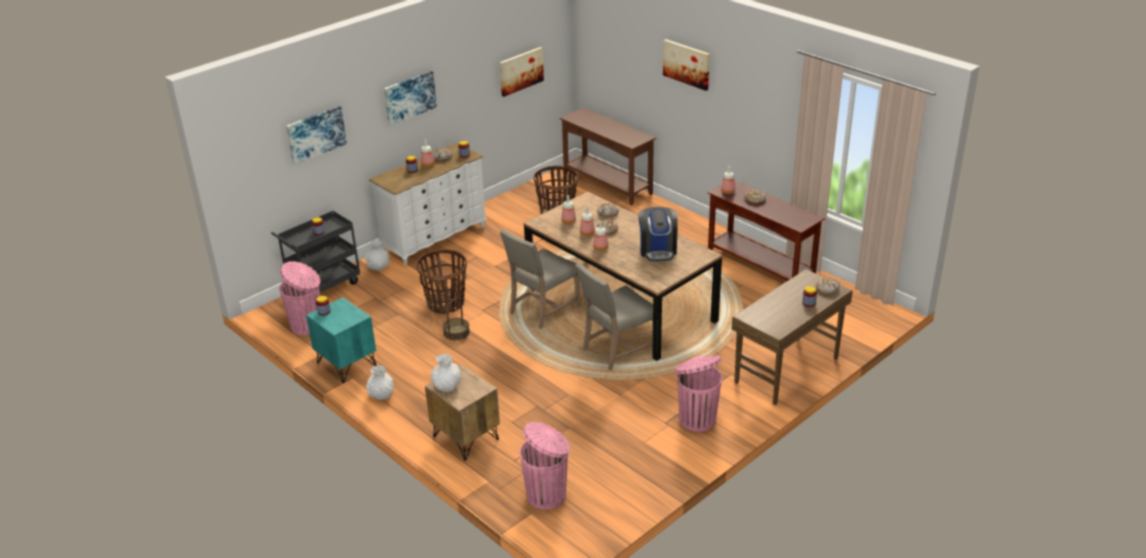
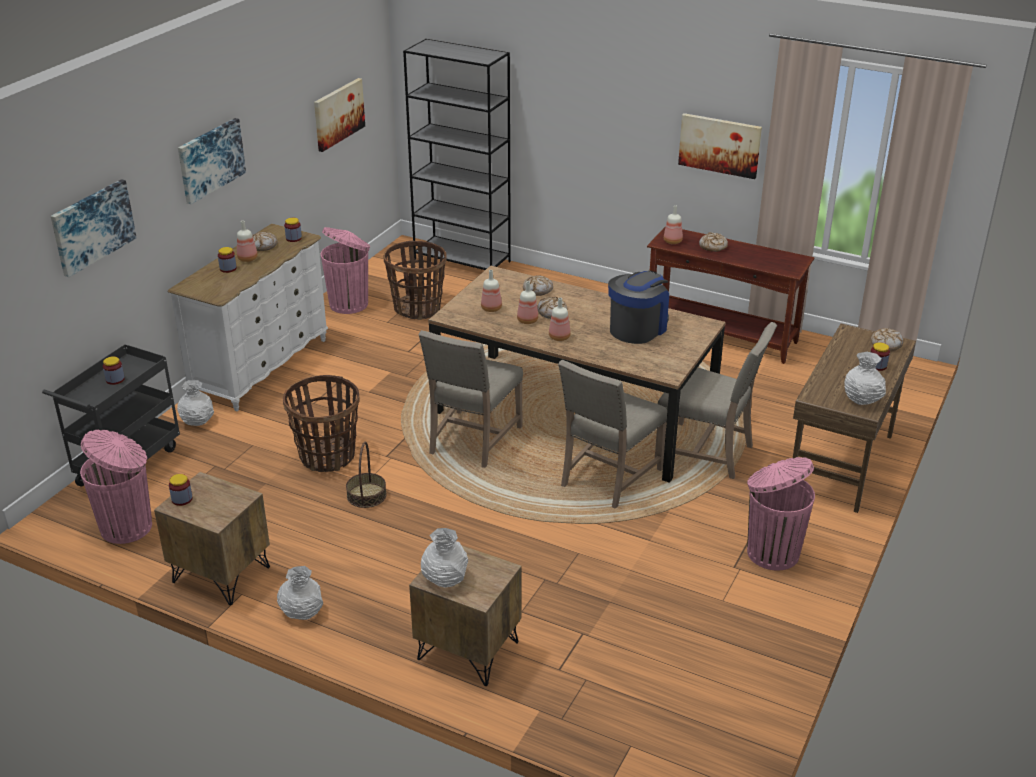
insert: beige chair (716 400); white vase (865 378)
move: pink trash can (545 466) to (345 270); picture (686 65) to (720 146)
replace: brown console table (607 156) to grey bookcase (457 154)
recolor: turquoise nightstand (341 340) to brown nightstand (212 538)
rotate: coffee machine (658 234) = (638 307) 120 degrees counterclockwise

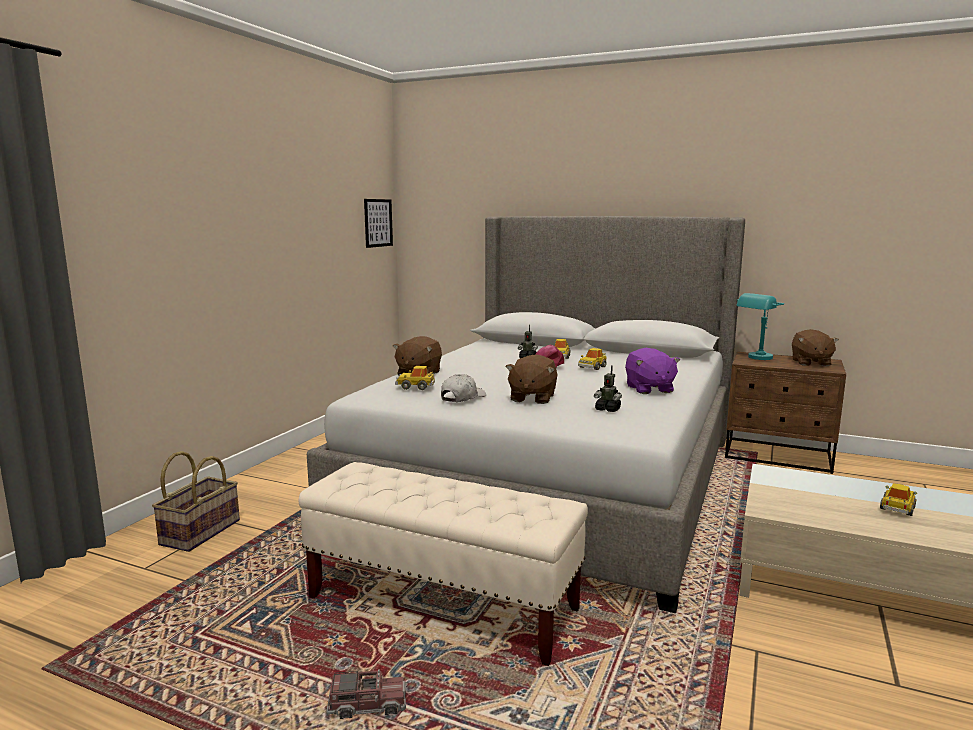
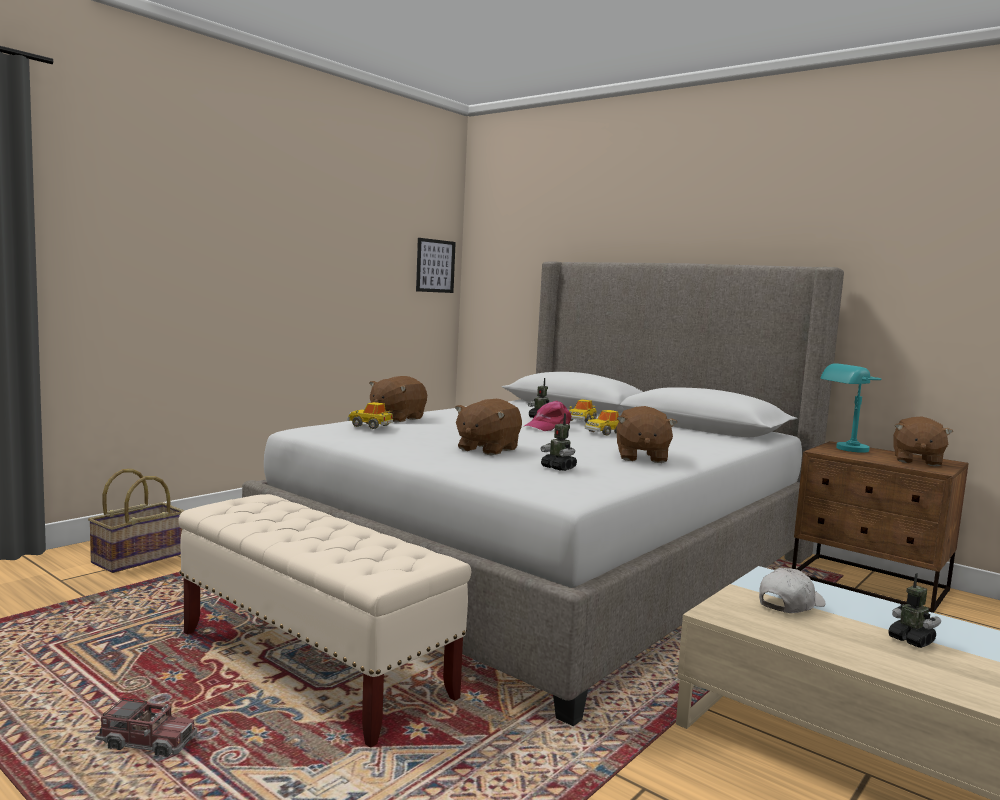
move: white cap (463 388) to (792 590)
replace: toy car (898 499) to toy robot (914 610)
recolor: purple plush toy (652 371) to brown plush toy (647 434)

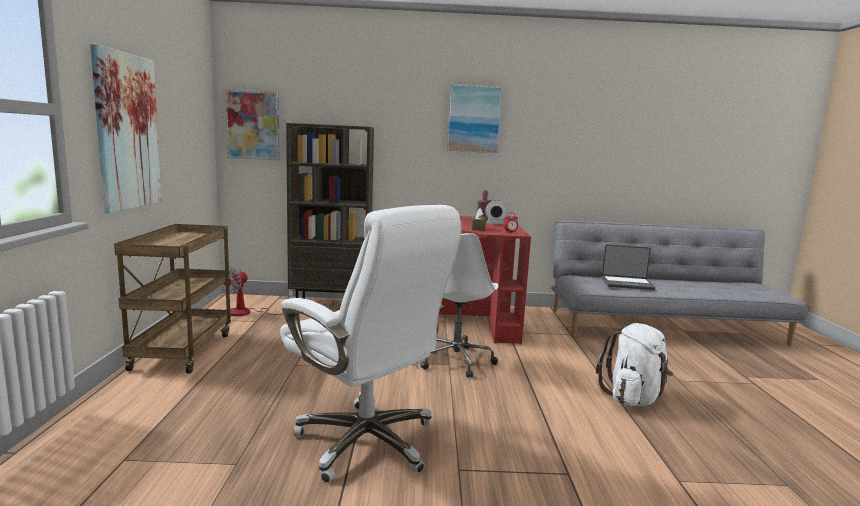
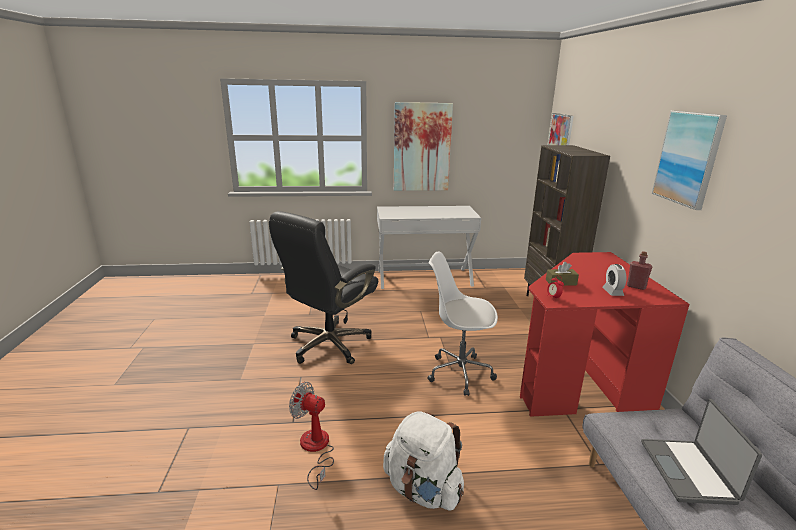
move: fan (257 291) to (311 436)
replace: brown cart (172 299) to white console table (429 247)
recolor: white office chair (371 344) to black office chair (323 287)

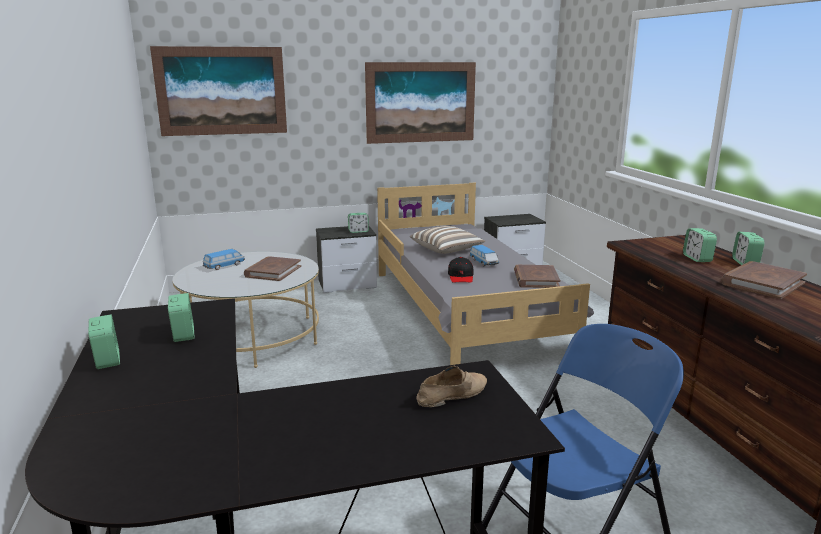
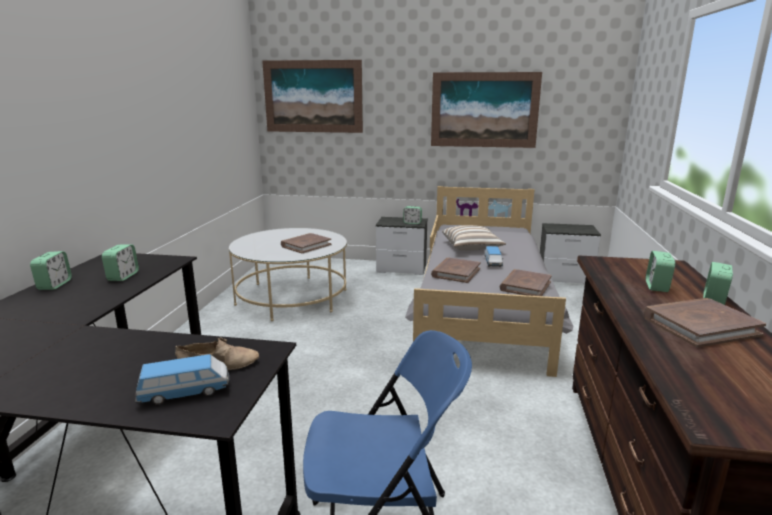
move: toy car (224 259) to (182 379)
replace: black cap (461 270) to brown book (456 270)

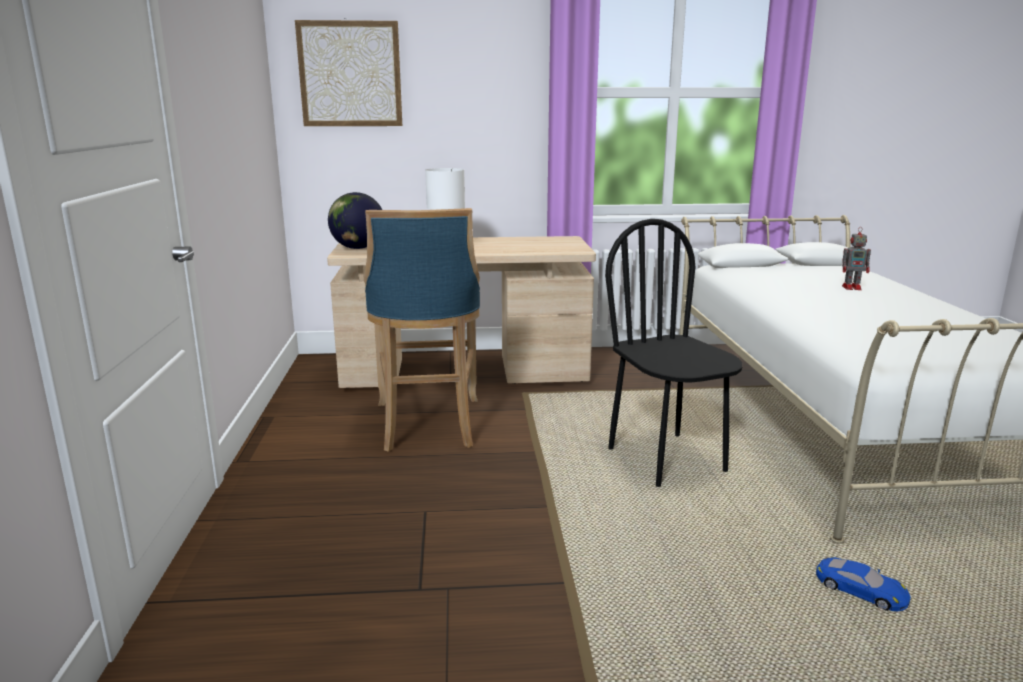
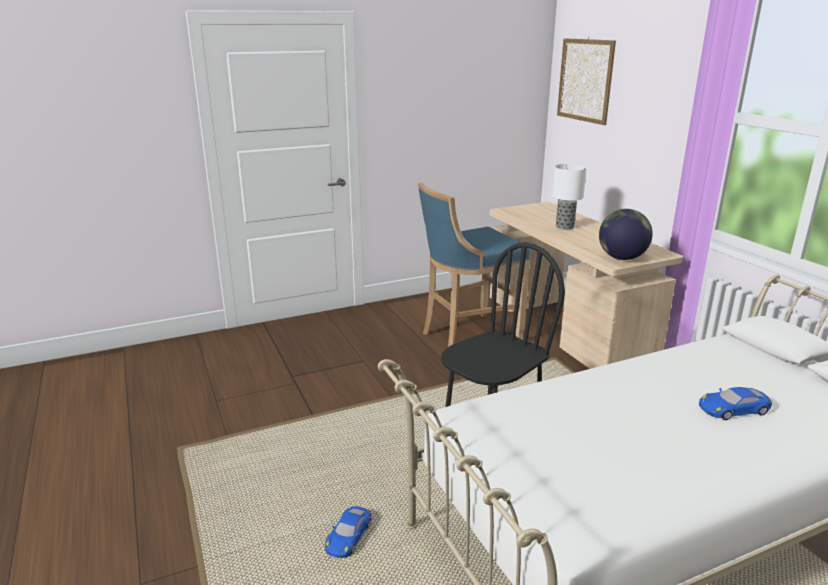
move: globe (355 220) to (626 234)
replace: toy robot (856 258) to blue toy car (735 403)

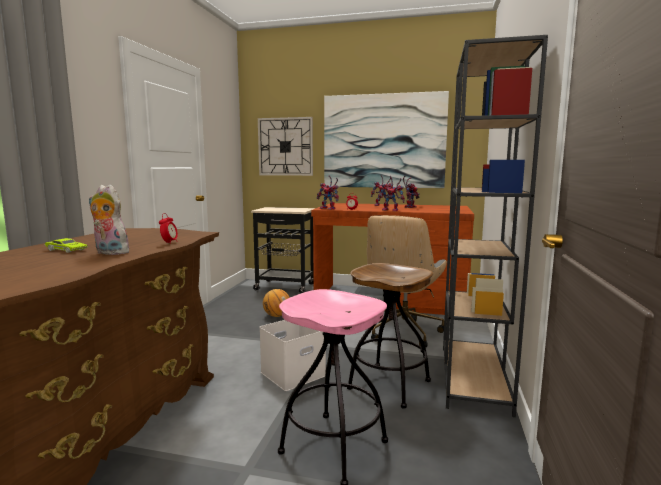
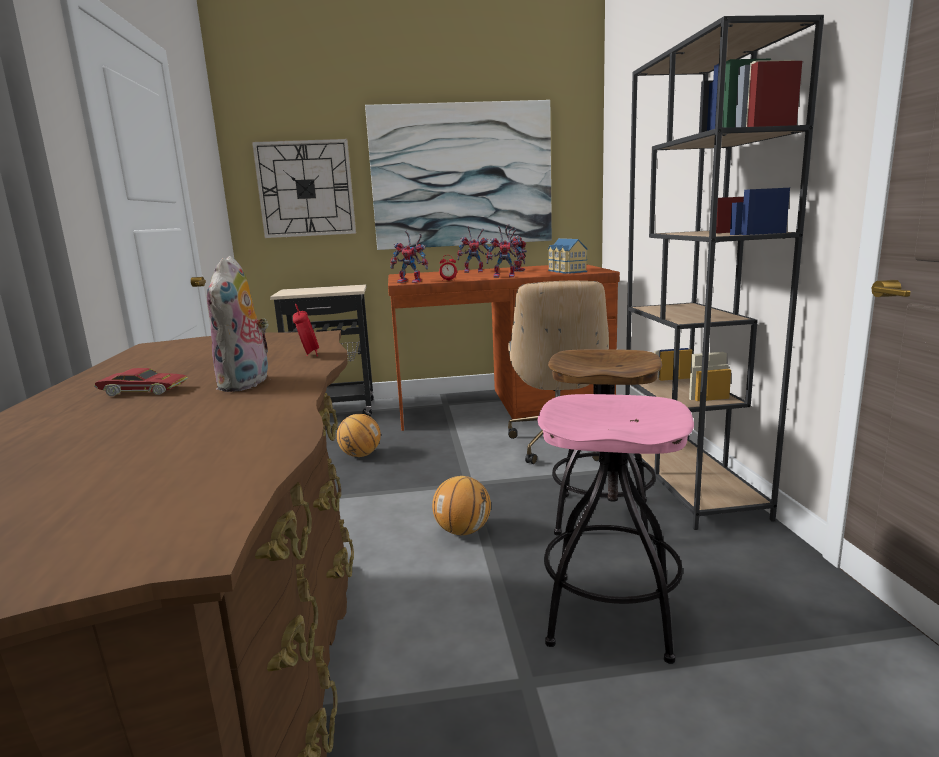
insert: toy house (568 256)
replace: white storage box (292 355) to basketball (461 505)
recolor: green toy car (66 245) to red toy car (141 382)
rotate: plush toy (110 219) = (238 324) 90 degrees counterclockwise

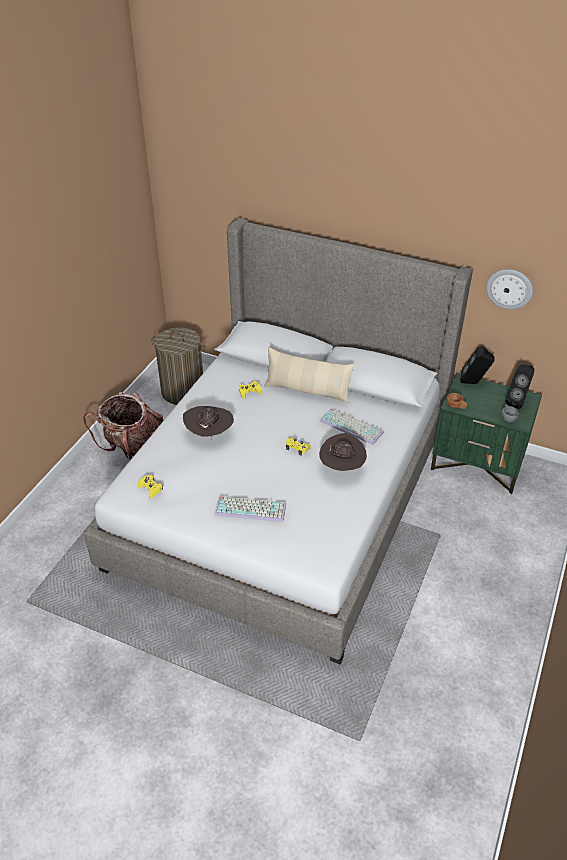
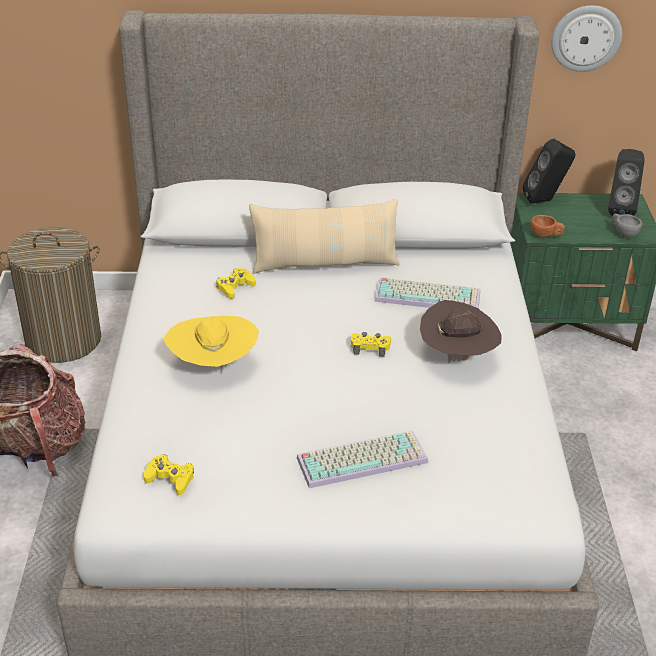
recolor: brown hat (208 422) to yellow hat (211 344)

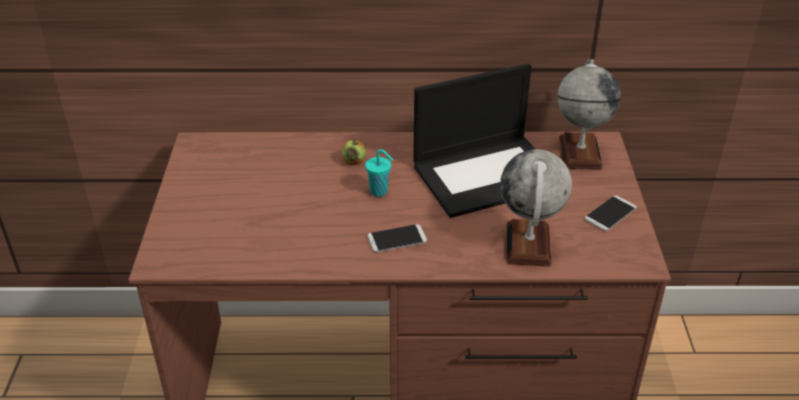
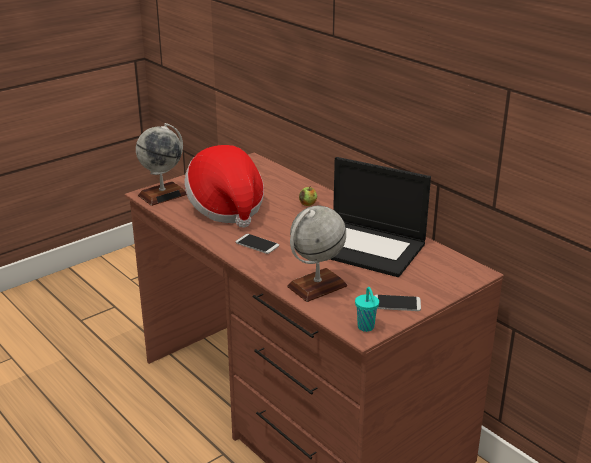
insert: hat (224 186)
move: turquoise cup (379 173) to (367 309); globe (589 114) to (161 164)

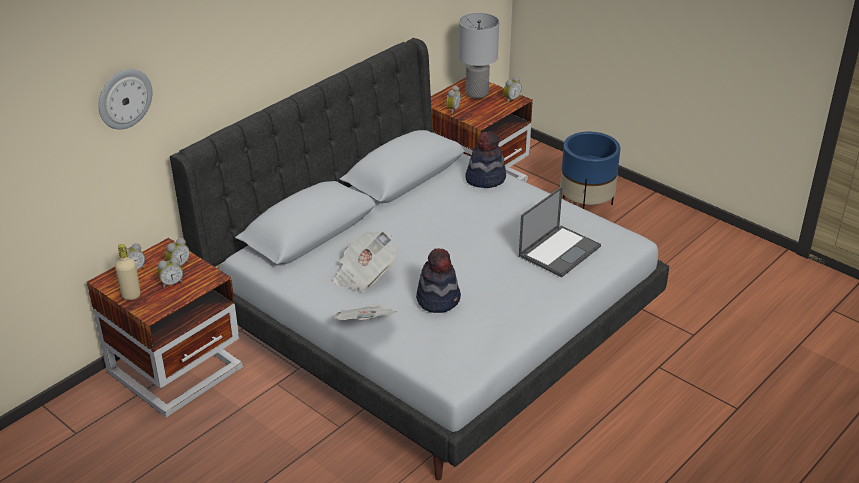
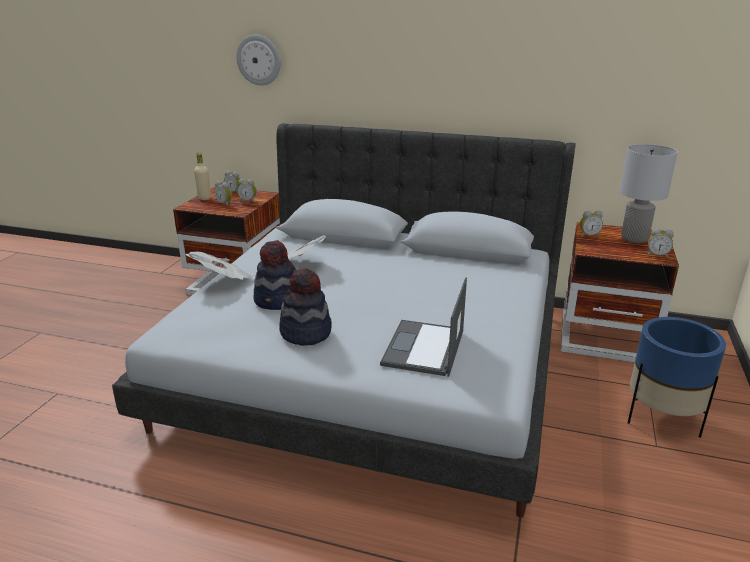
move: hat (485 159) to (305 307)
rotate: laptop (560 232) = (423 327) 90 degrees clockwise

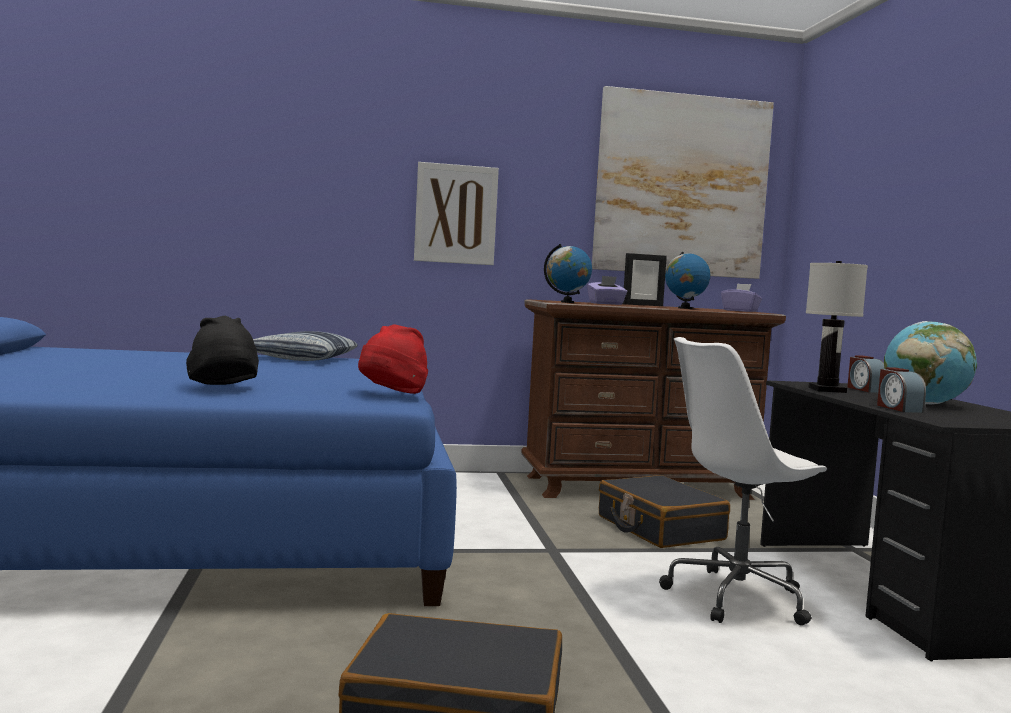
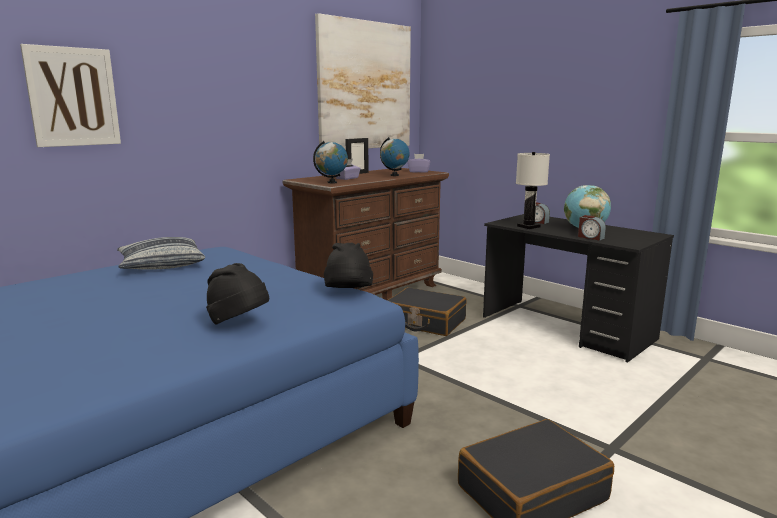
delete: white office chair (743 481)
move: picture (456 213) to (70 95)
recolor: red hat (393 359) to black hat (348 265)

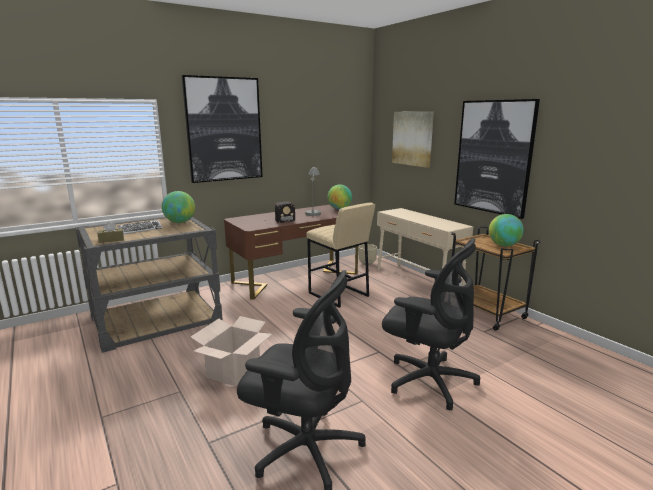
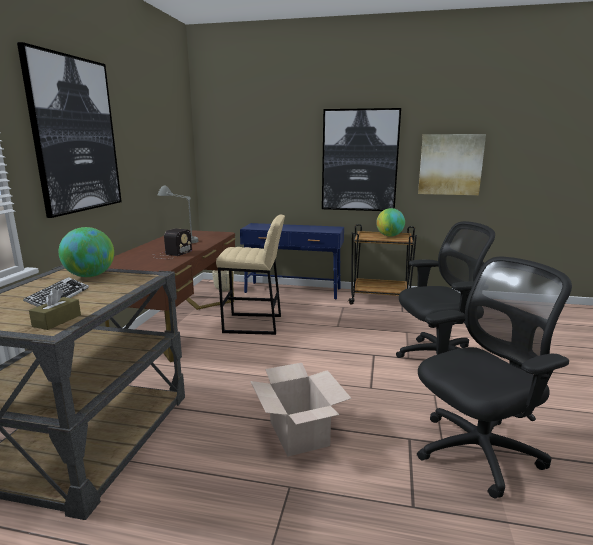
delete: globe (339 196)
move: picture (413 140) to (452 164)
recolor: beige console table (425 247) to blue console table (292 261)

